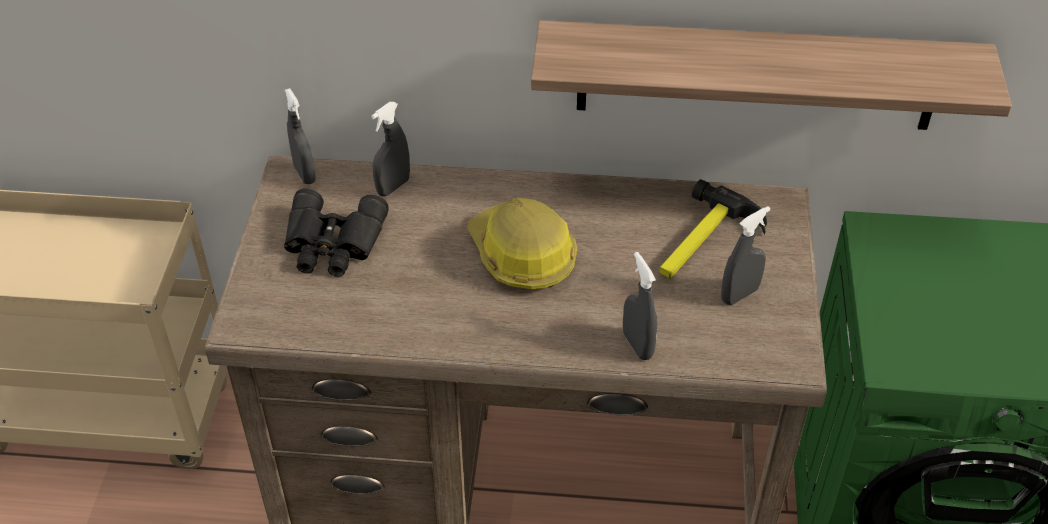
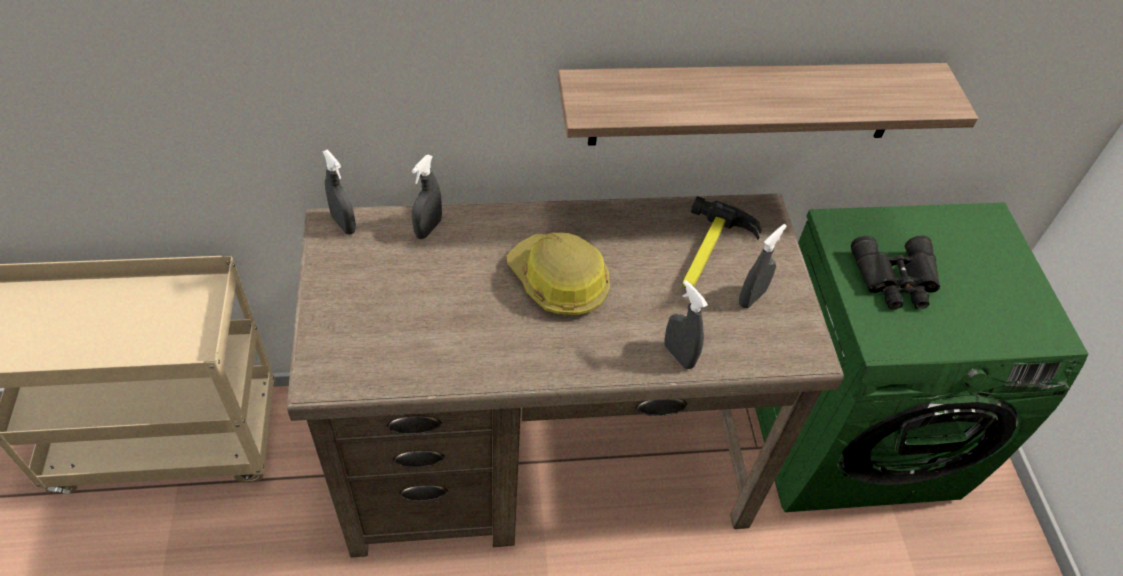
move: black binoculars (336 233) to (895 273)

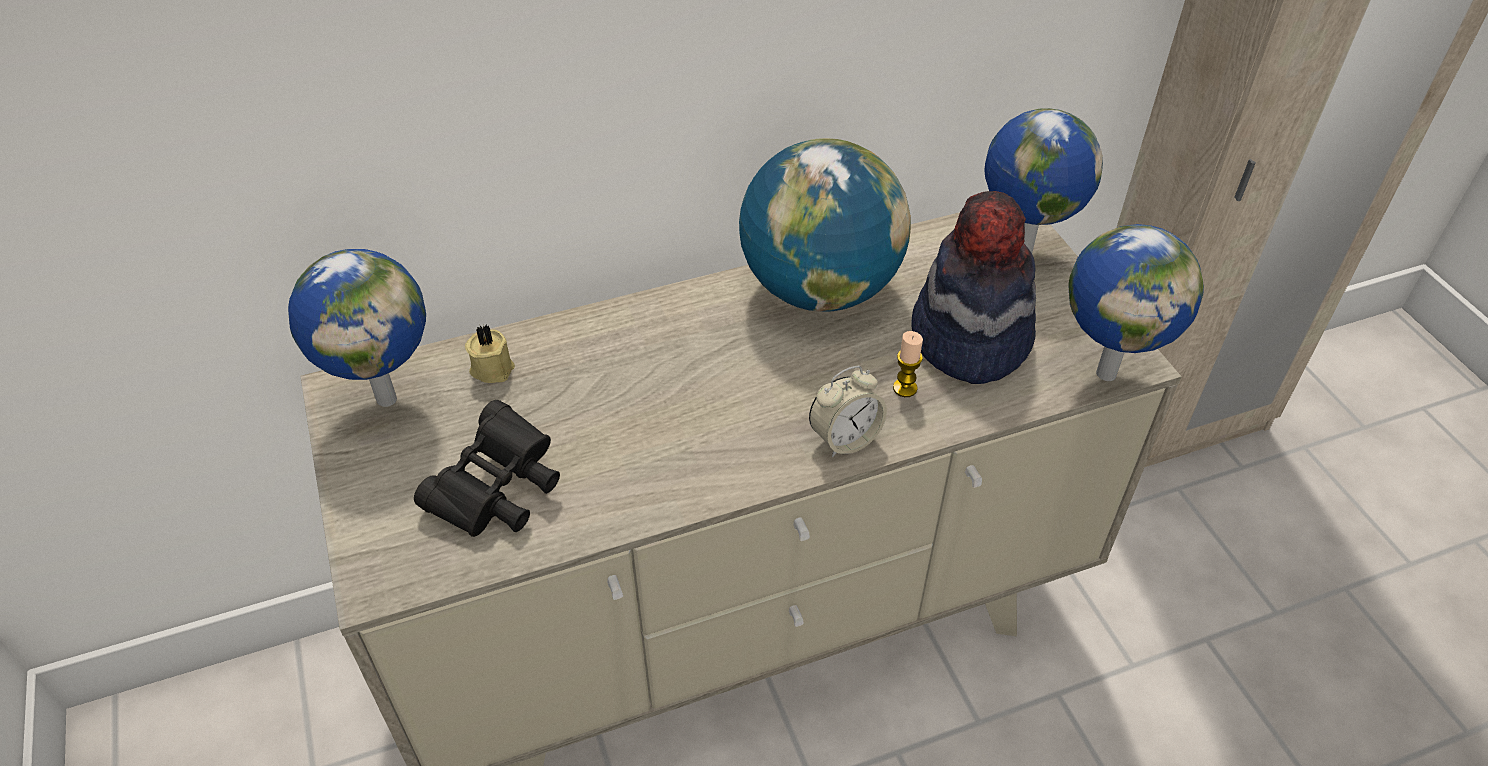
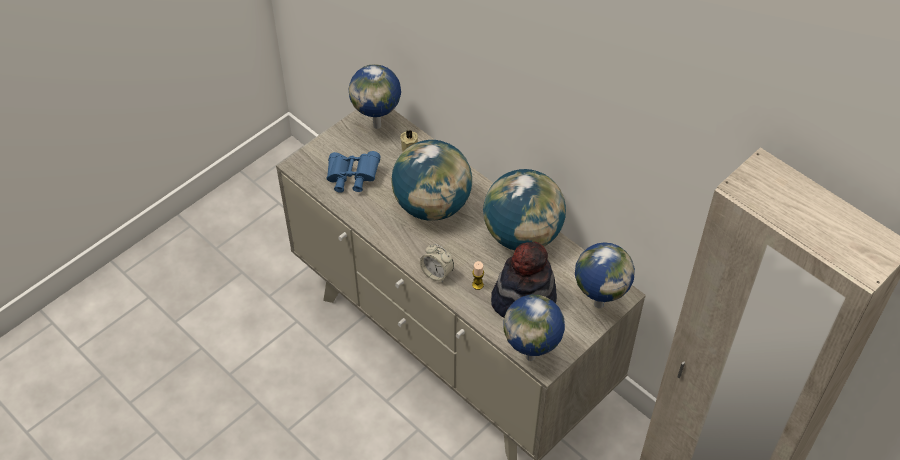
insert: globe (431 180)
recolor: black binoculars (487 468) to blue binoculars (354 172)

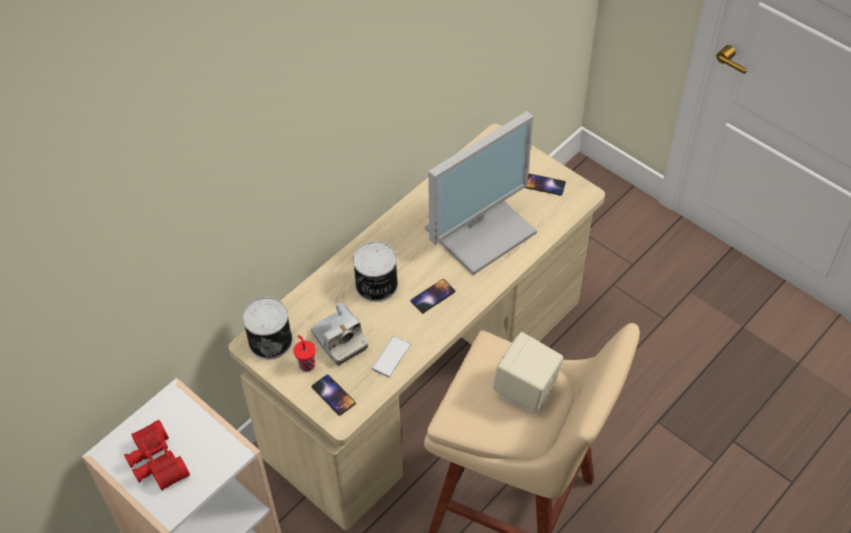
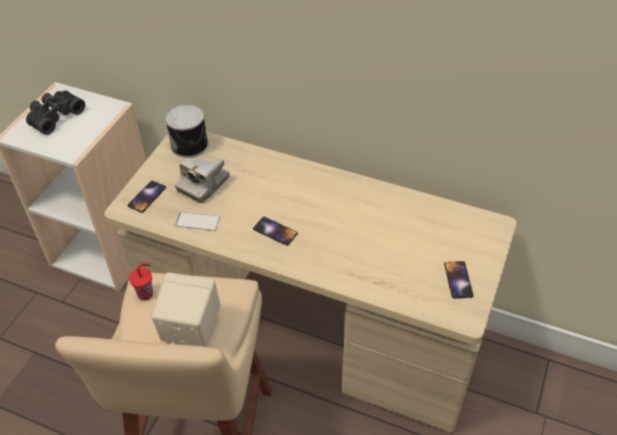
delete: can (375 271); monitor (481 193)
move: red cup (304 353) to (141 282)
recolor: red binoculars (157 455) to black binoculars (55 112)

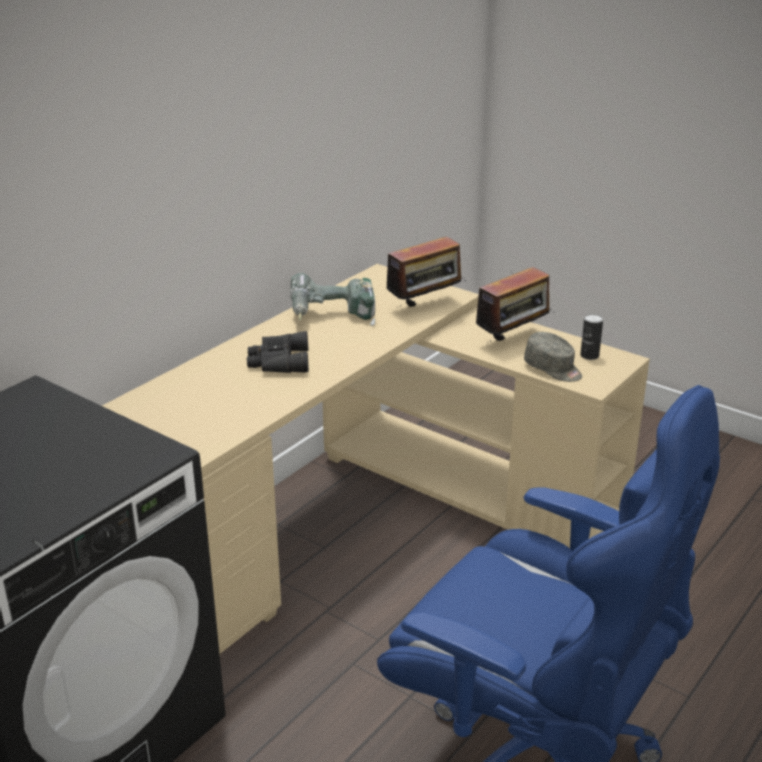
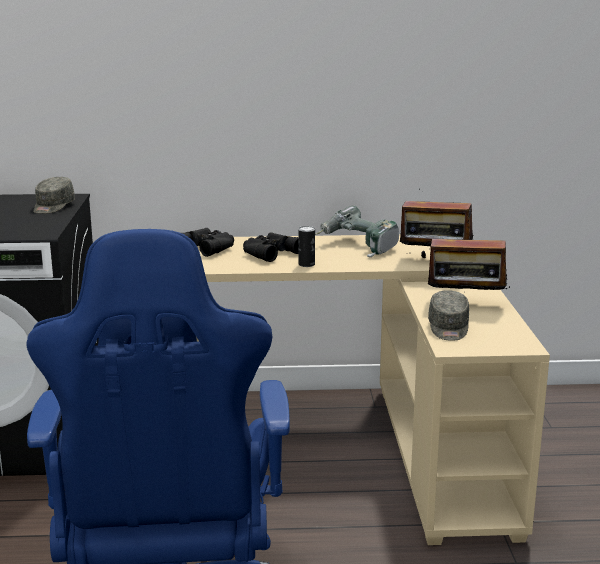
insert: grey cap (54 195); black binoculars (208 242)
move: can (591 337) to (306 246)

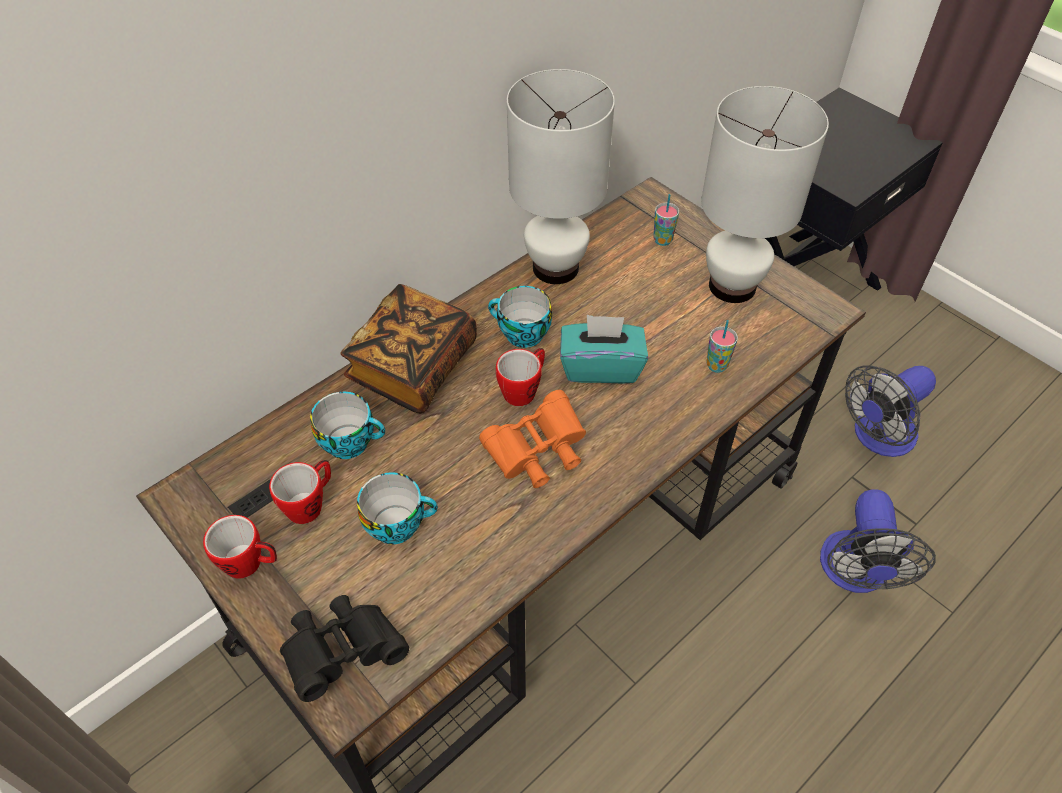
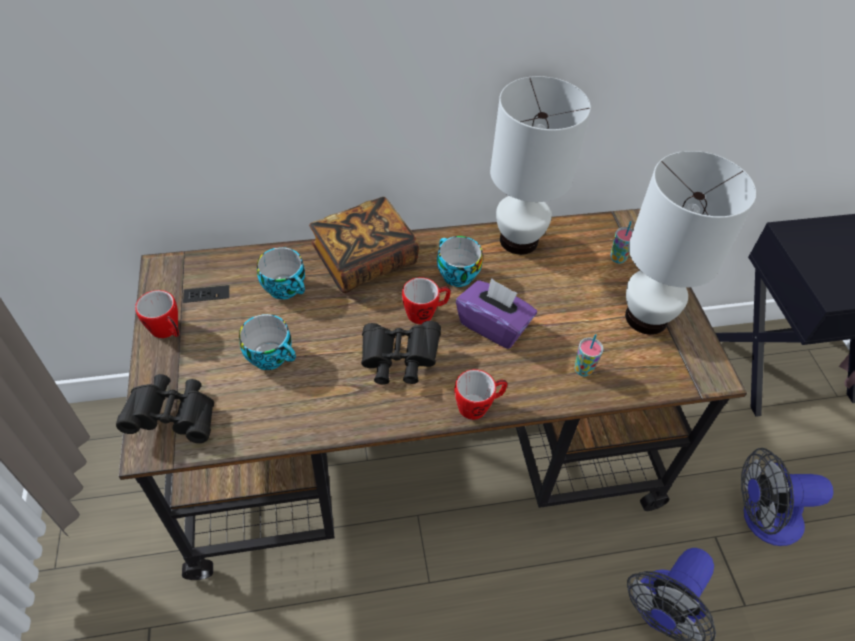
move: mug (300 492) to (480 394)
recolor: orange binoculars (532 439) to black binoculars (401 353); turquoise tissue box (604 349) to purple tissue box (496 313)

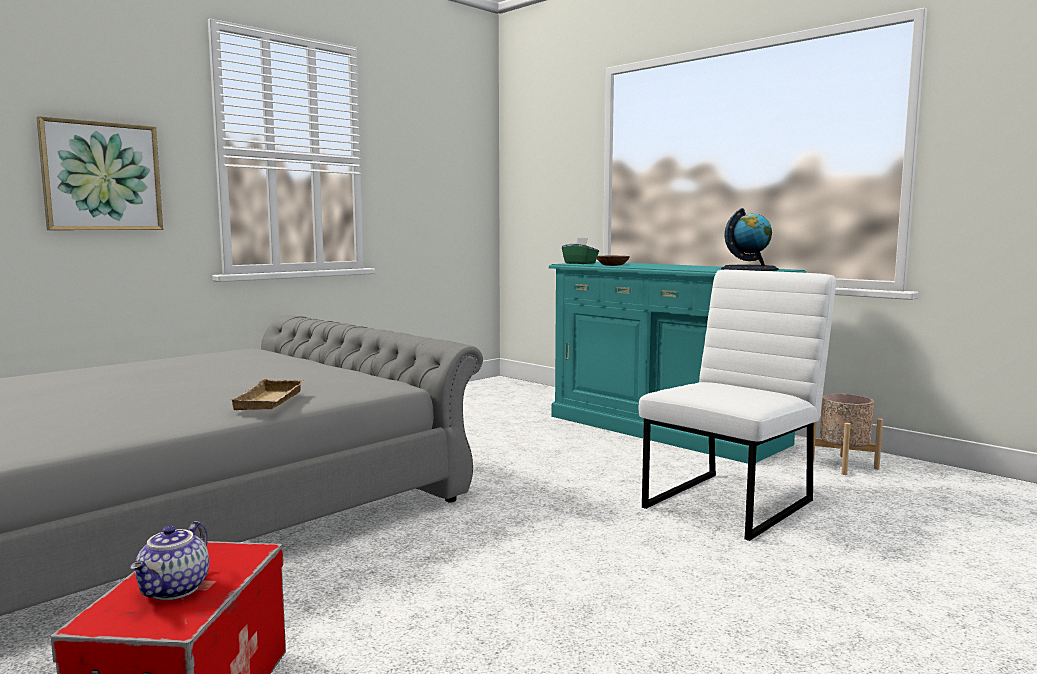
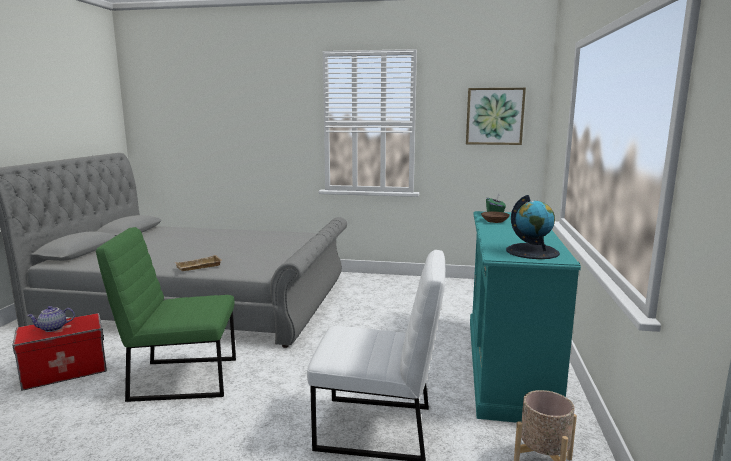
insert: green chair (166 314)
move: picture (99 173) to (496 116)

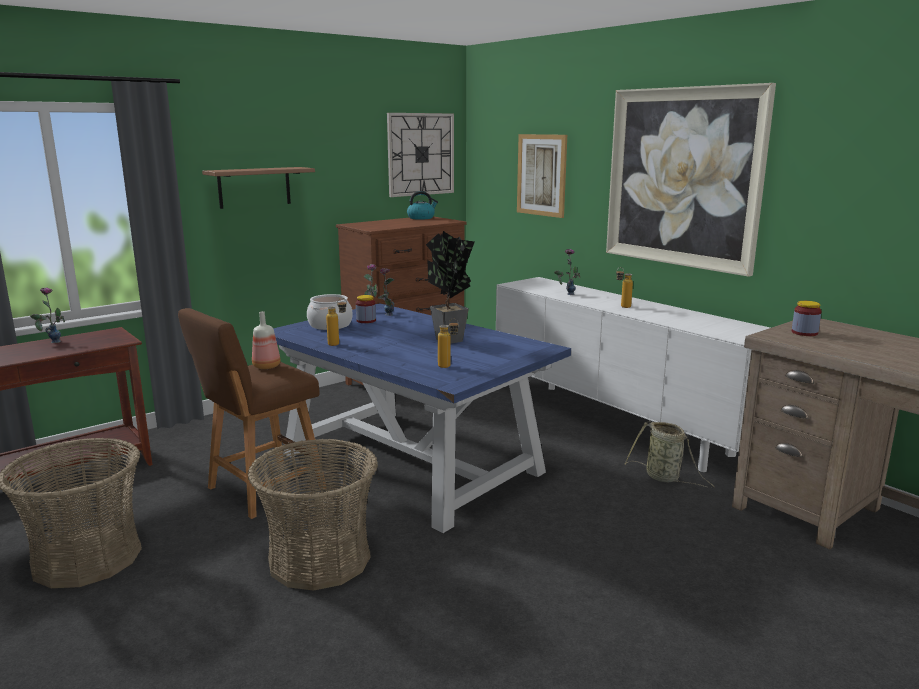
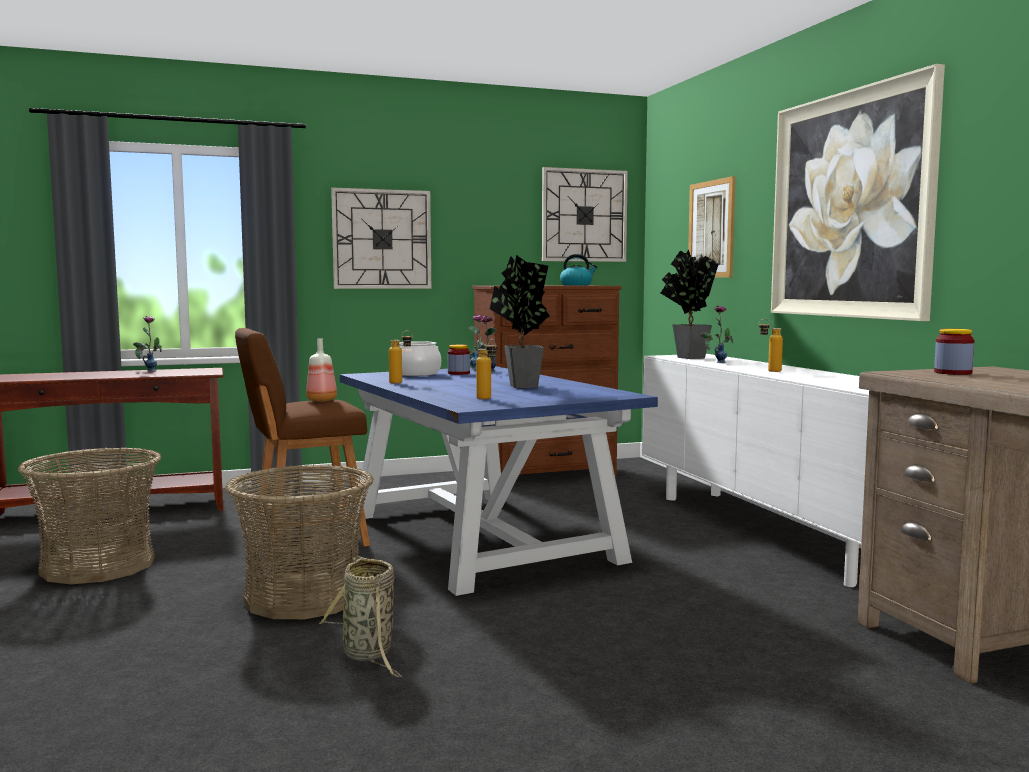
insert: potted plant (690 304)
move: basket (669 454) to (360 616)
replace: shelf (258 188) to wall clock (381 238)

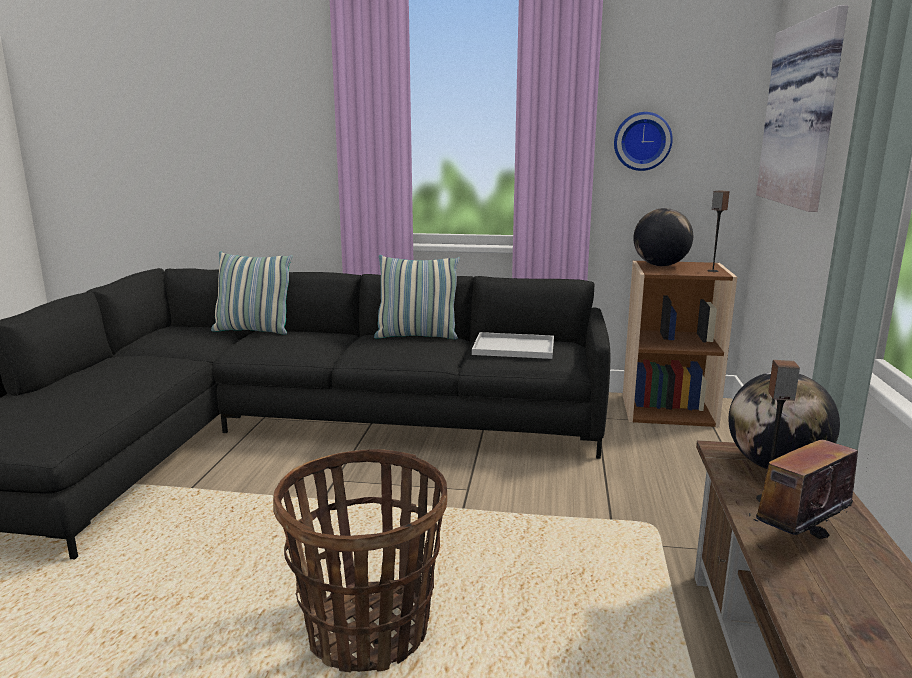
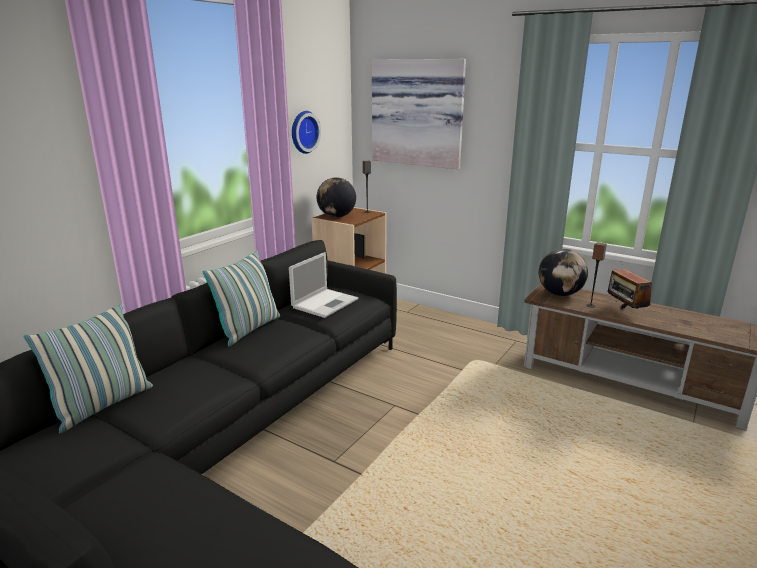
delete: basket (360 561)
replace: white tray (513 345) to laptop (323 285)

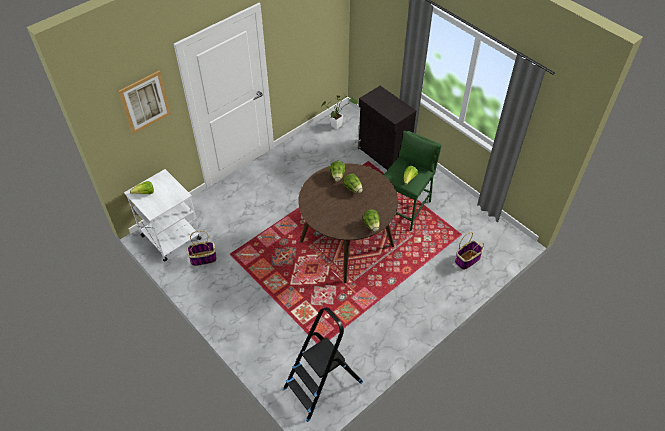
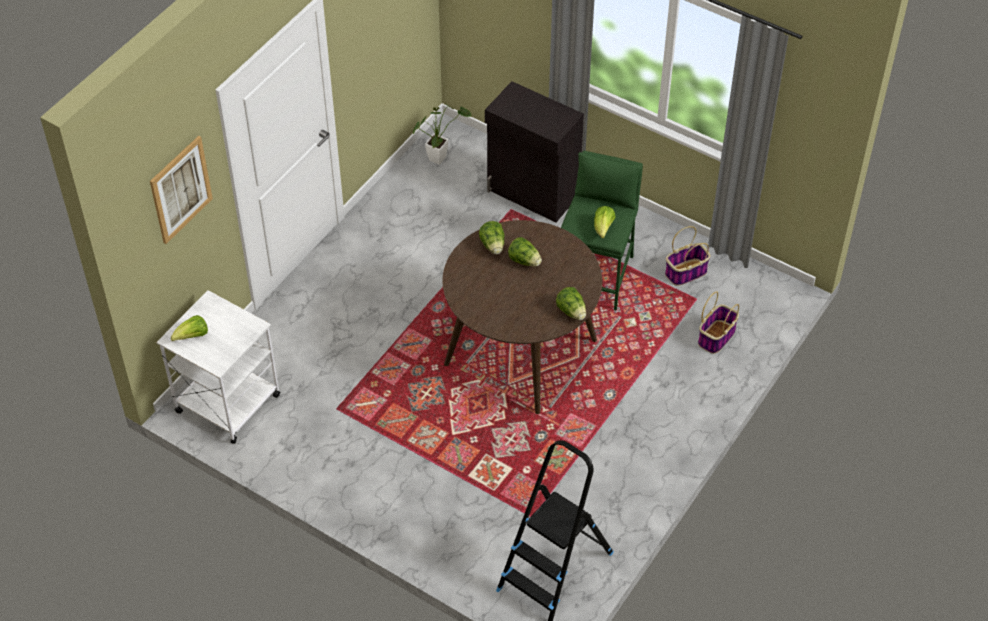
move: basket (202 248) to (688 256)

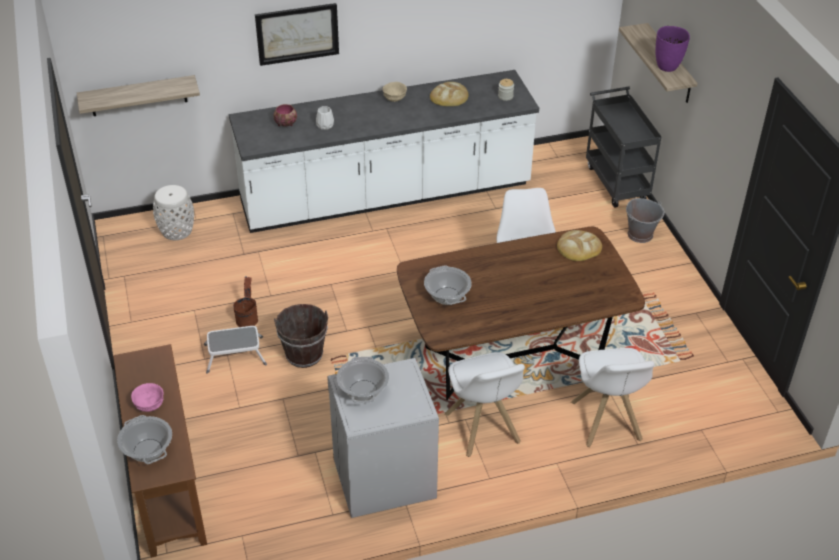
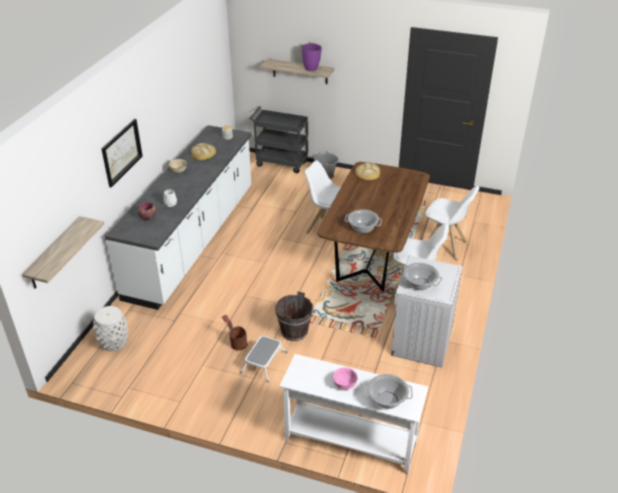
recolor: brown console table (160 451) to white console table (353 414)

